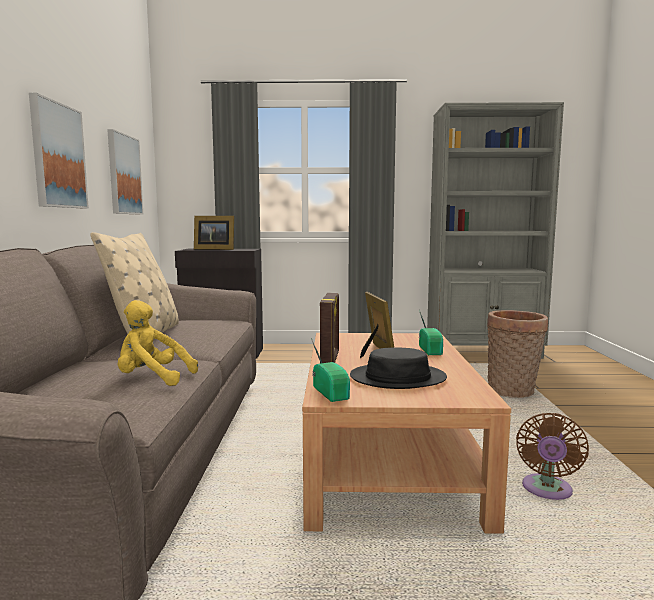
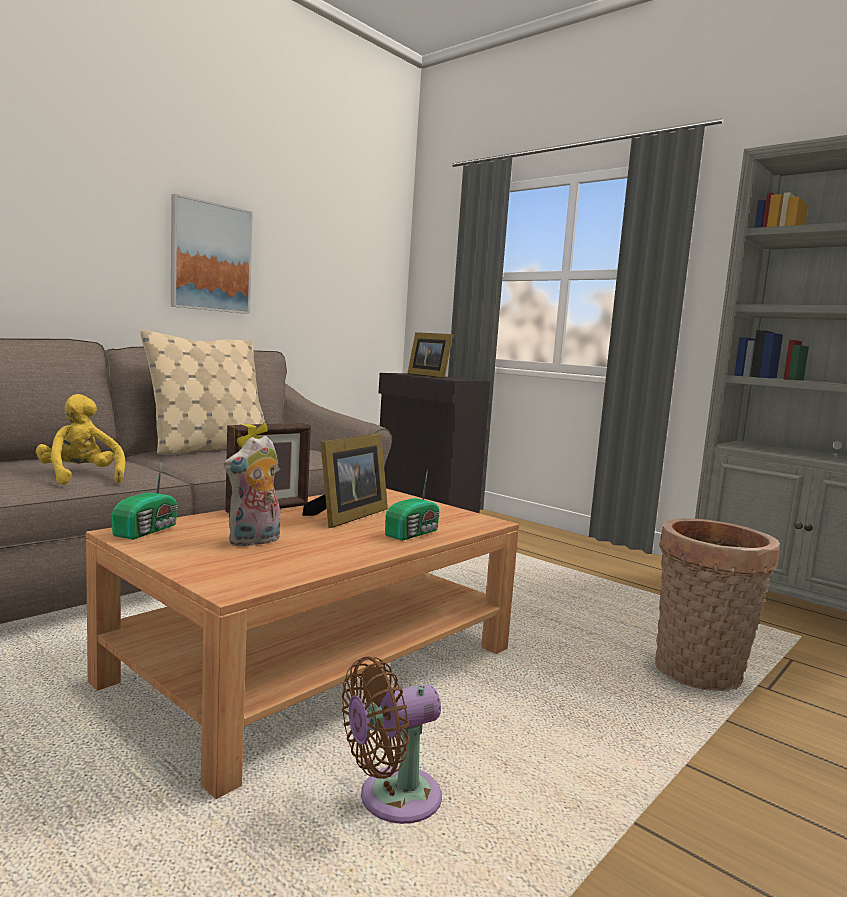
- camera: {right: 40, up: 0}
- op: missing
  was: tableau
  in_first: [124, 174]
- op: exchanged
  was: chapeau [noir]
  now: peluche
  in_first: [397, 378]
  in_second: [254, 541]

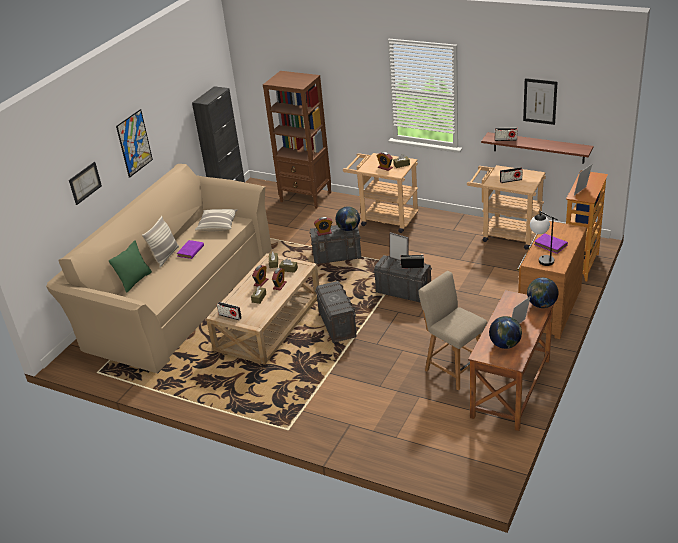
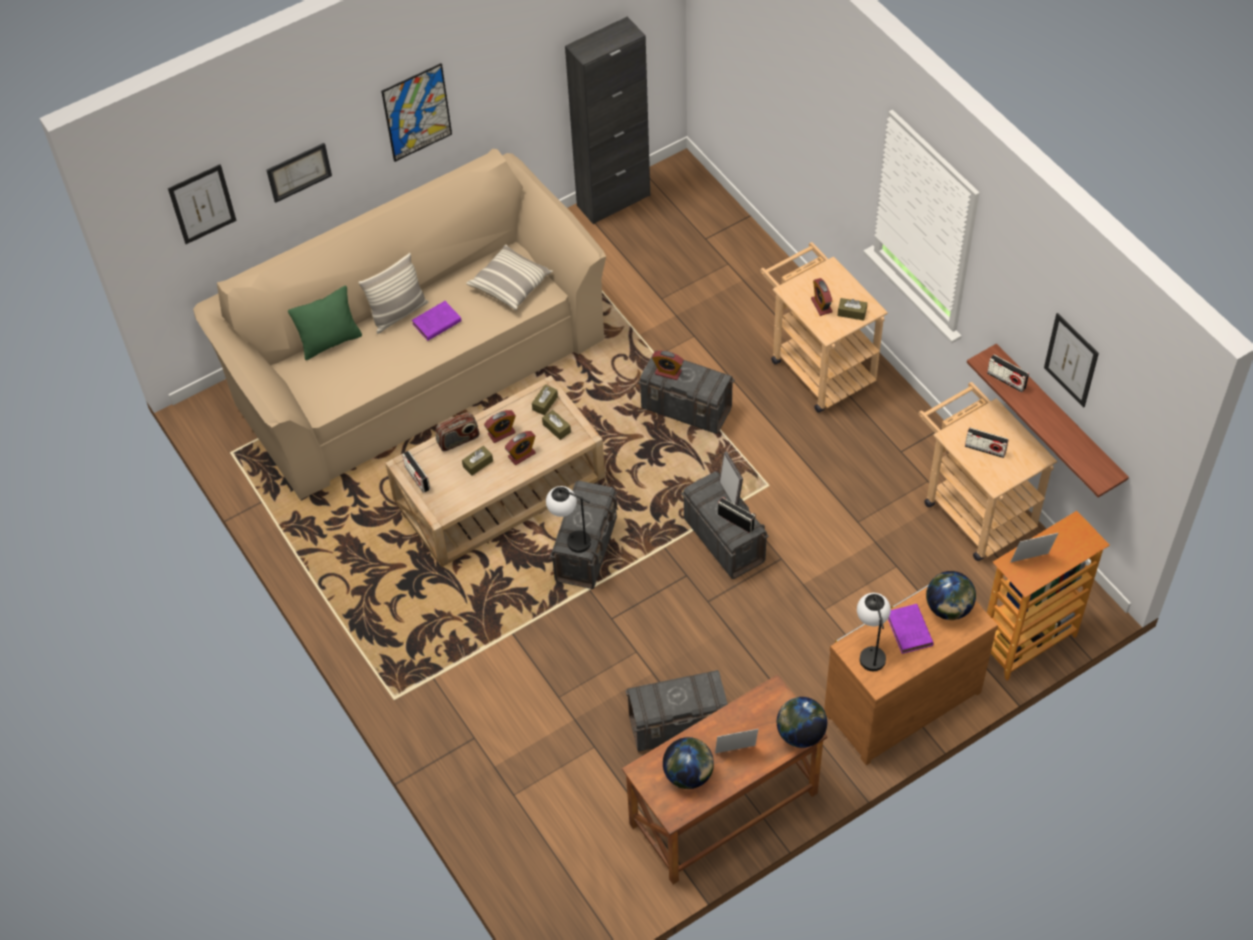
- camera: {right: 30, up: 20}
- op: missing
  was: bibliothèque [marron]
  in_first: [306, 197]
- op: appeared
  now: tableau
  in_second: [202, 204]
- op: appeared
  now: radio
  in_second: [458, 440]
- op: appeared
  now: lampe de table
  in_second: [570, 538]
- op: relocated
  was: globe
  in_first: [348, 229]
  in_second: [948, 608]
- op: exchanged
  was: chaise [beige]
  now: boîte de rangement [gris]
  in_first: [453, 367]
  in_second: [678, 725]

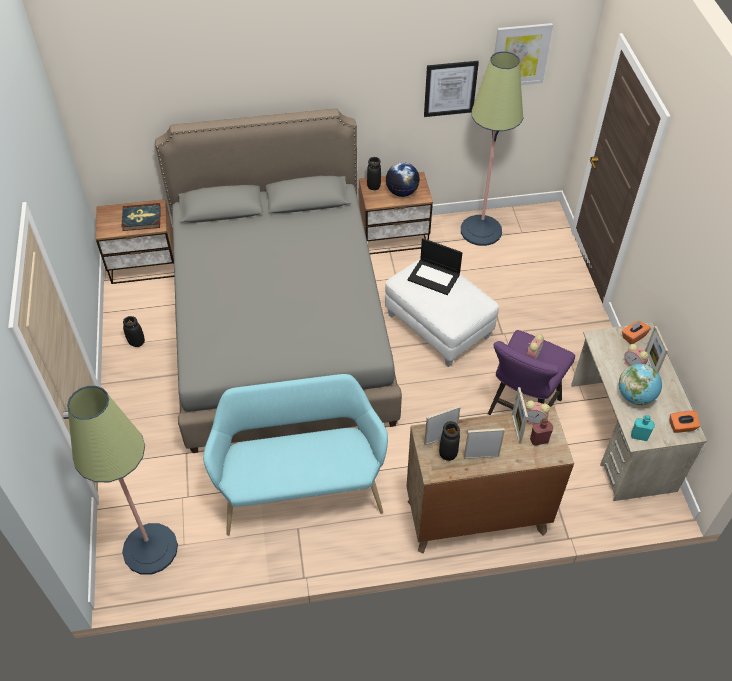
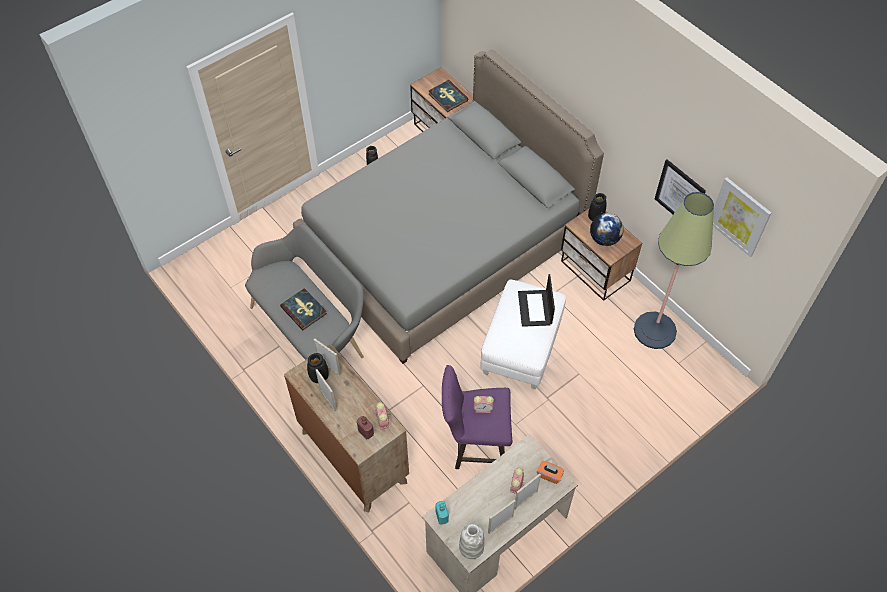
- camera: {right: 60, up: 5}
- op: missing
  was: lampadaire
  in_first: [150, 549]
- op: missing
  was: globe
  in_first: [635, 396]
- op: appeared
  now: livre
  in_second: [304, 310]
- op: relocated
  was: cadre photo
  in_first: [516, 429]
  in_second: [500, 524]
- op: exchanged
  was: boîte à mouchoirs [orange]
  now: vase [blanc]
  in_first: [682, 427]
  in_second: [472, 547]
- op: colour
  was: banc [turquoise]
  now: banc [gris]
  in_first: [300, 488]
  in_second: [312, 331]

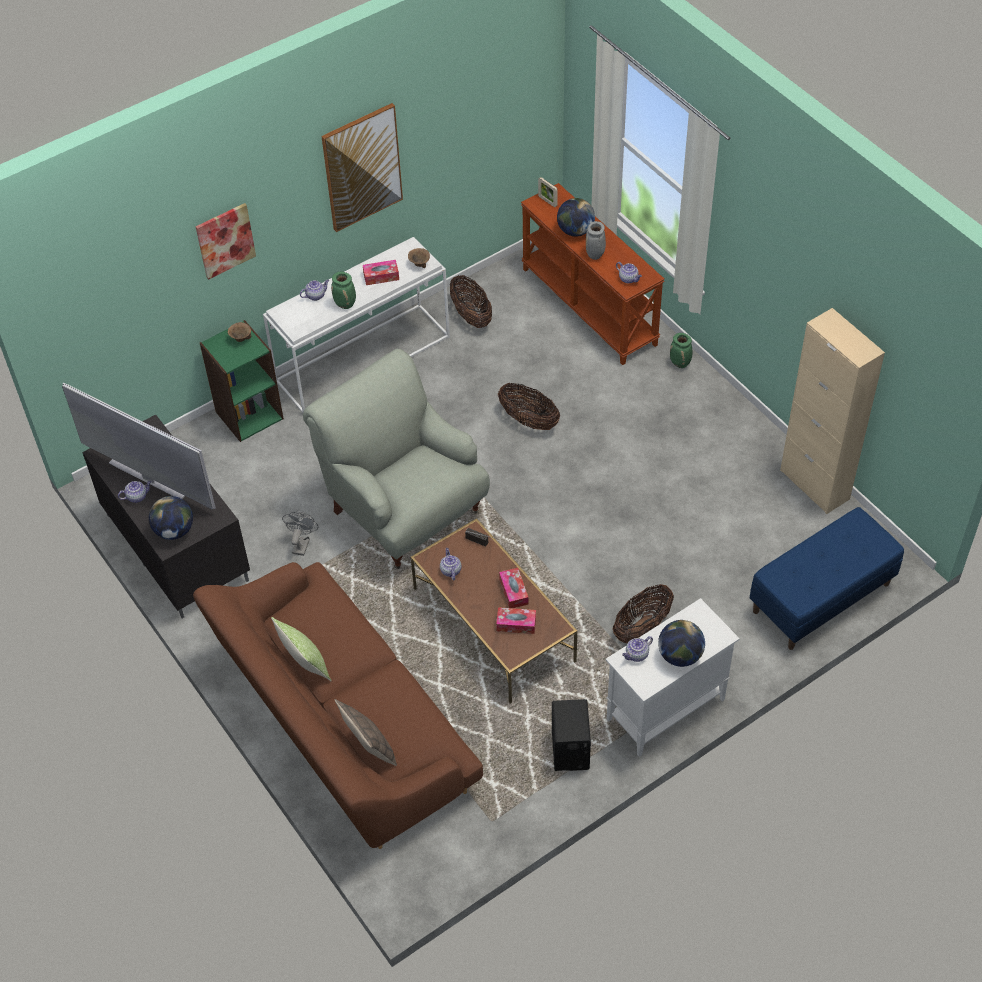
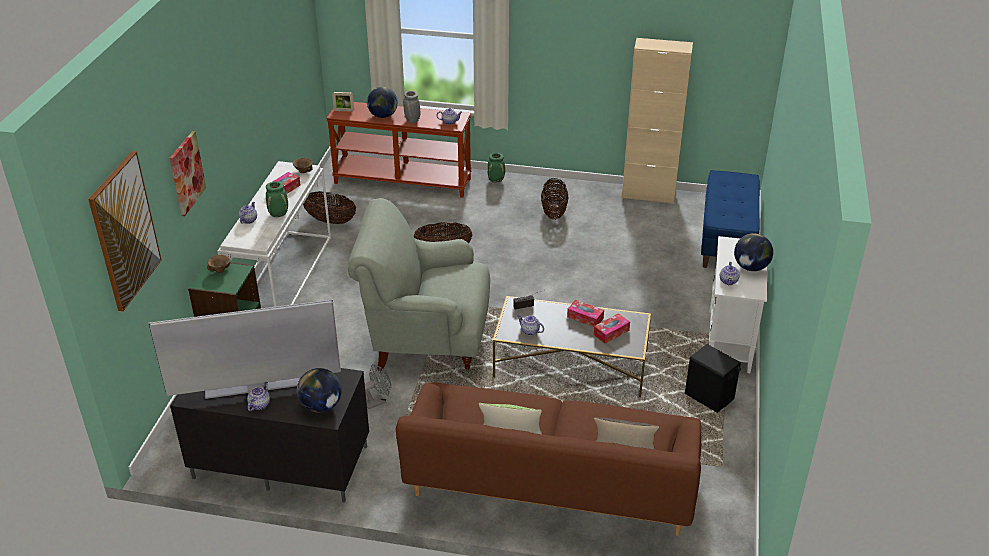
- camera: {right: -45, up: -15}
- op: relocated
  was: tableau
  in_first: [362, 167]
  in_second: [124, 231]
- op: relocated
  was: panier
  in_first: [642, 627]
  in_second: [554, 212]
- op: colour
  was: table basse [marron]
  now: table basse [gris]
  in_first: [493, 625]
  in_second: [570, 364]
- op: spun
  was: ventilateur [gris]
  in_first: [301, 543]
  in_second: [378, 401]
  clockwise: 90

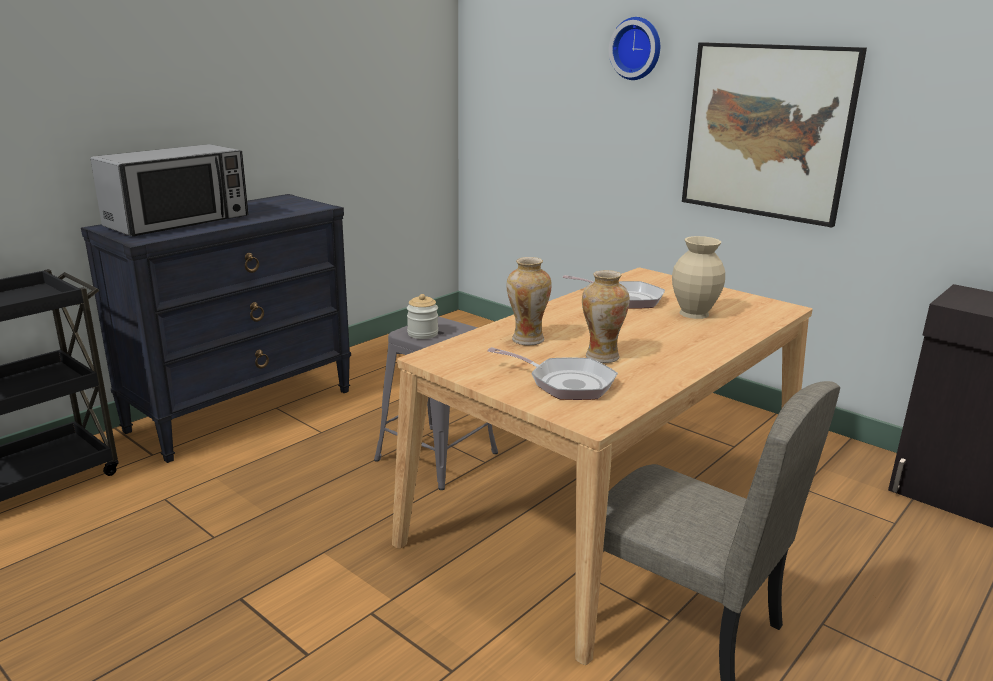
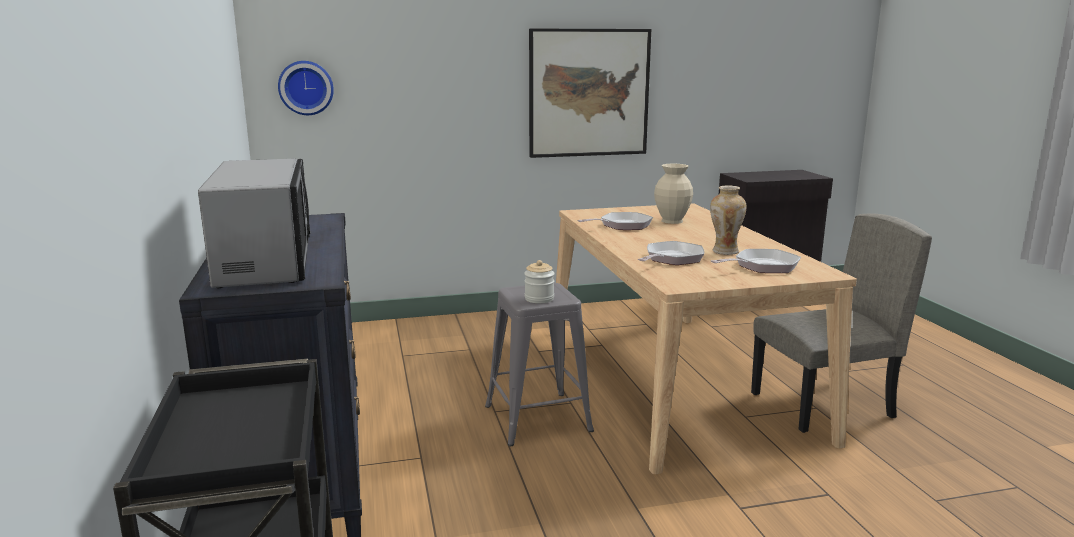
- camera: {right: -55, up: -5}
- op: relocated
  was: horloge murale
  in_first: [637, 48]
  in_second: [306, 88]
- op: exchanged
  was: vase
  now: poêle
  in_first: [526, 340]
  in_second: [671, 259]

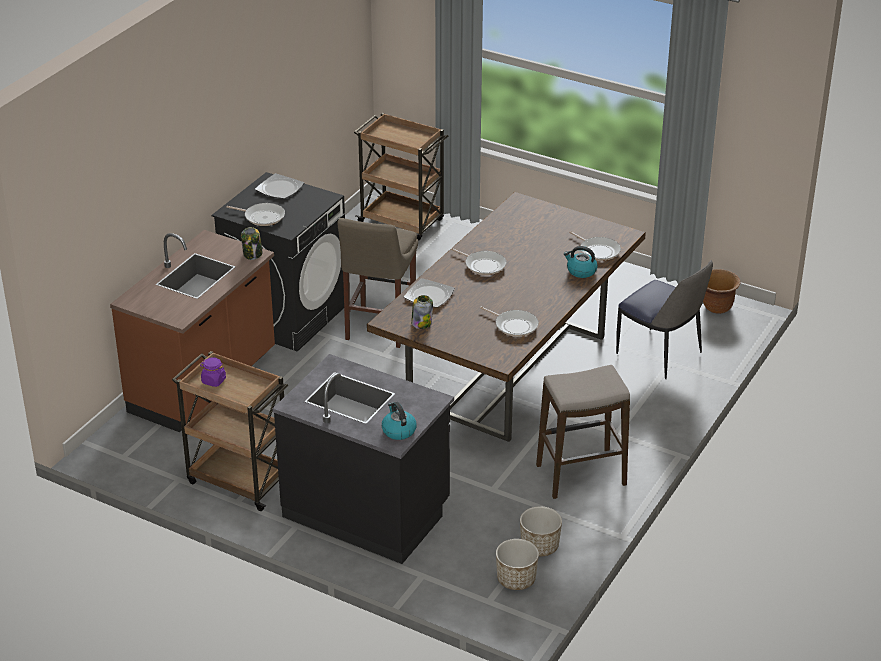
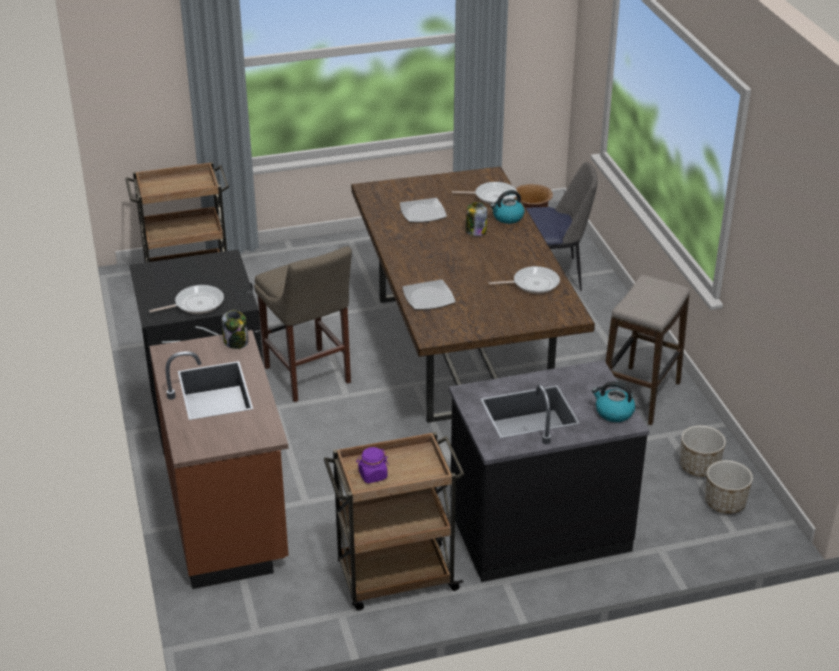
- camera: {right: -45, up: 0}
- op: missing
  was: poêle
  in_first: [483, 265]
- op: relocated
  was: assiette
  in_first: [279, 188]
  in_second: [422, 213]
- op: relocated
  was: bocal
  in_first: [421, 323]
  in_second: [475, 231]

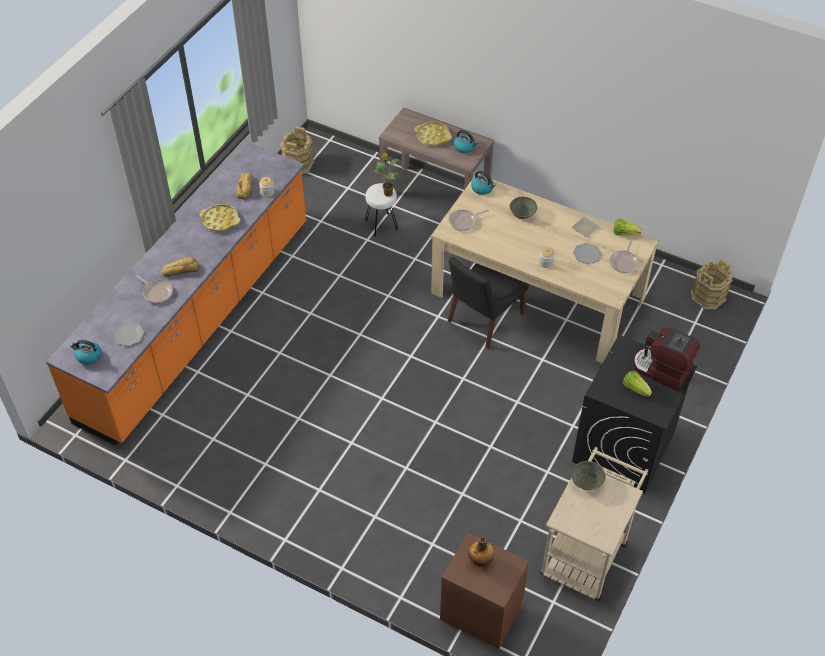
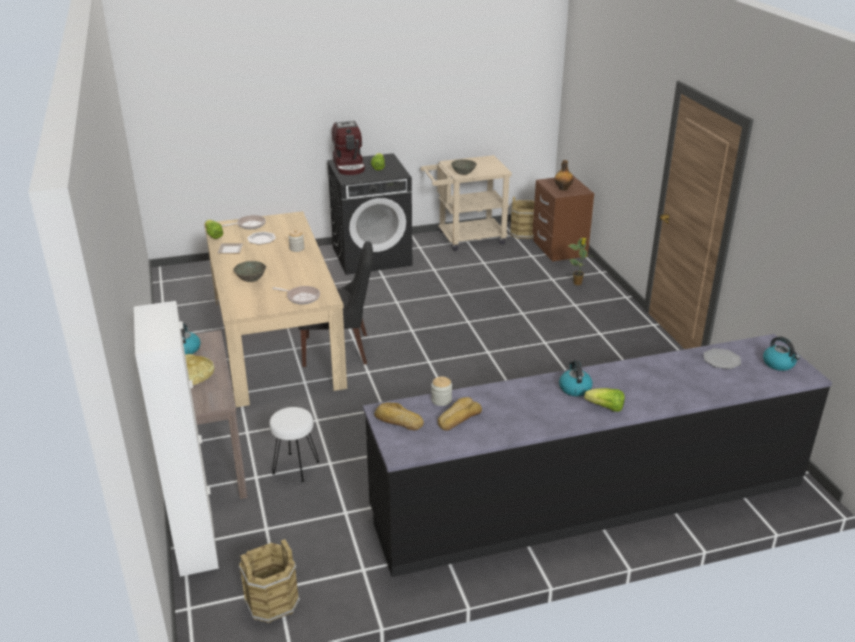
- camera: {right: -135, up: -20}
- op: missing
  was: poêle
  in_first: [157, 292]
- op: missing
  was: plateau [jaune]
  in_first: [220, 220]
- op: appeared
  now: meuble de rangement [blanc]
  in_second: [196, 543]
- op: appeared
  now: laitue
  in_second: [605, 408]
- op: relocated
  was: pain
  in_first: [181, 270]
  in_second: [398, 421]
- op: relocated
  was: plante en pot
  in_first: [387, 193]
  in_second: [577, 283]
- op: relocated
  was: bouilloire
  in_first: [482, 188]
  in_second: [574, 388]
- op: relocated
  was: seau [marron]
  in_first: [708, 297]
  in_second: [523, 232]
- op: colour
  was: comptoir de cuisine [orange]
  now: comptoir de cuisine [noir]
  in_first: [198, 320]
  in_second: [589, 498]

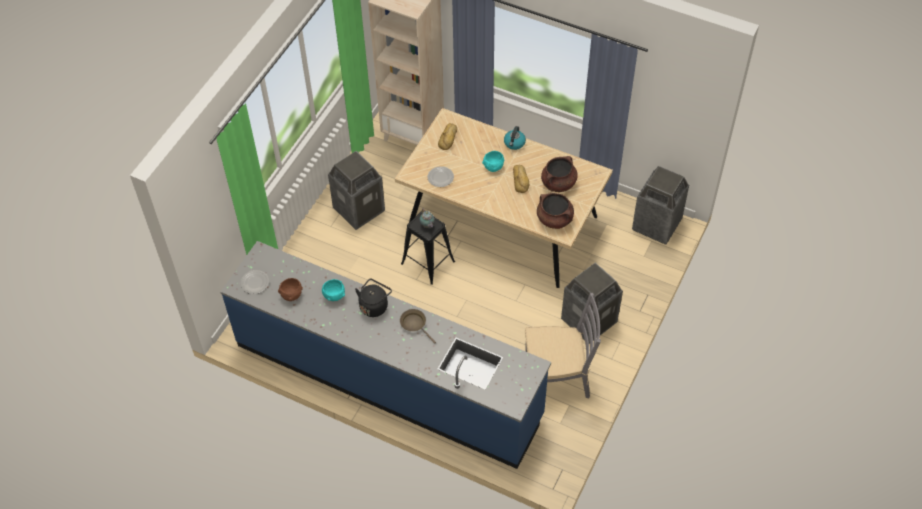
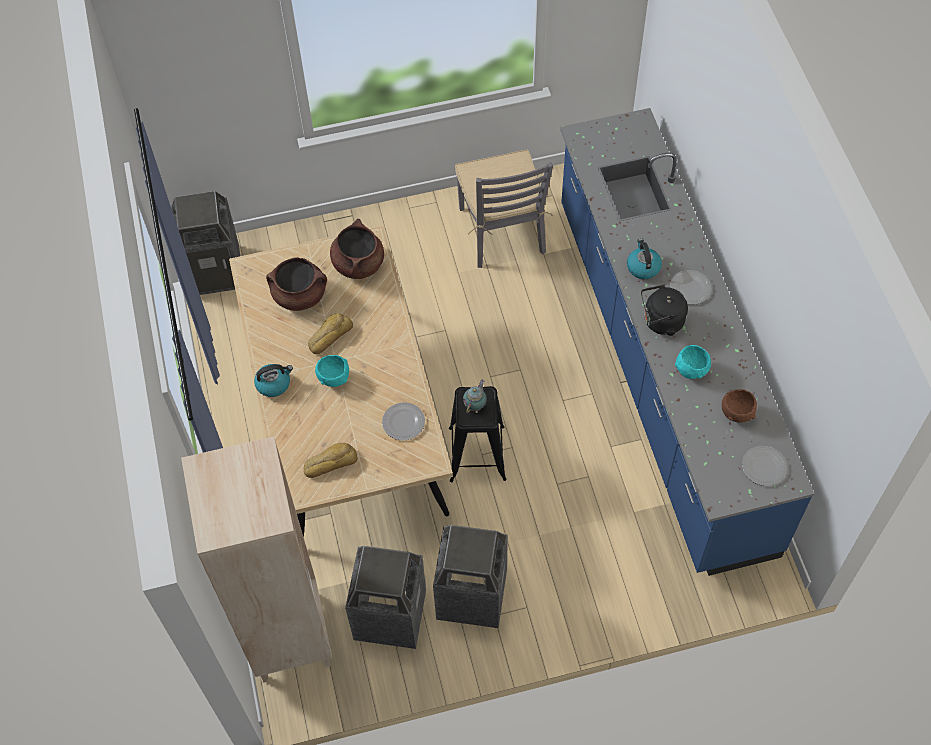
- camera: {right: -130, up: 5}
- op: appeared
  now: assiette
  in_second: [690, 288]
- op: relocated
  was: poubelle
  in_first: [589, 321]
  in_second: [389, 616]
- op: exchanged
  was: poêle [marron]
  now: bouilloire
  in_first: [415, 324]
  in_second: [643, 267]
- op: spun
  was: chaise [gris]
  in_first: [558, 376]
  in_second: [502, 231]
  clockwise: -150

